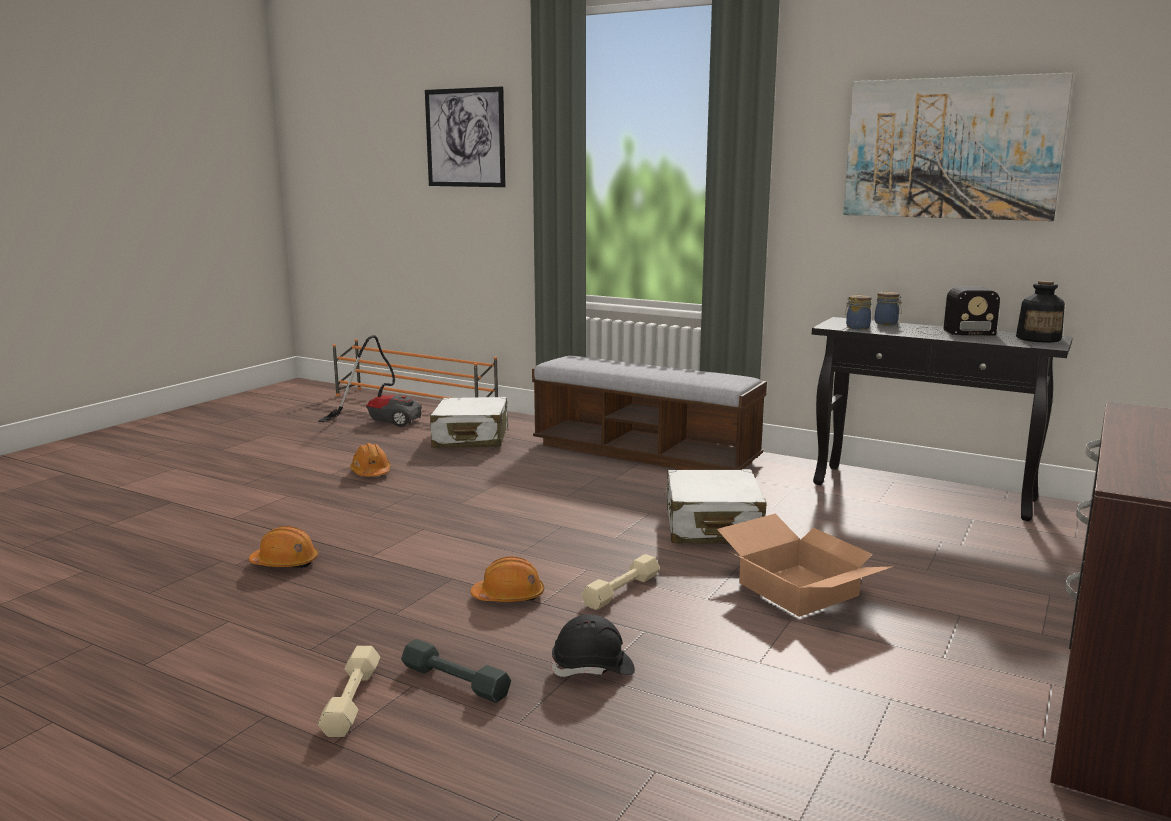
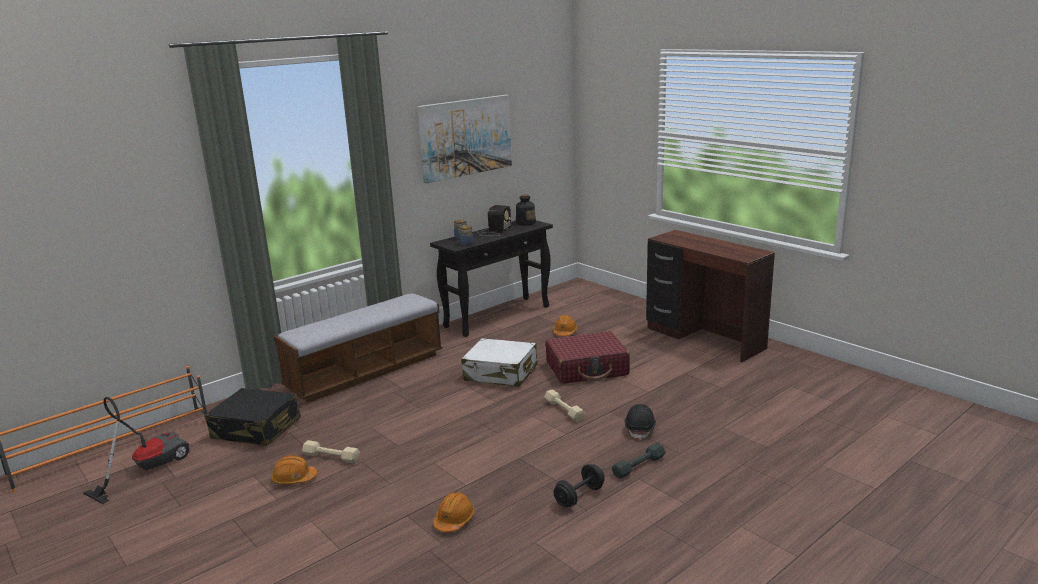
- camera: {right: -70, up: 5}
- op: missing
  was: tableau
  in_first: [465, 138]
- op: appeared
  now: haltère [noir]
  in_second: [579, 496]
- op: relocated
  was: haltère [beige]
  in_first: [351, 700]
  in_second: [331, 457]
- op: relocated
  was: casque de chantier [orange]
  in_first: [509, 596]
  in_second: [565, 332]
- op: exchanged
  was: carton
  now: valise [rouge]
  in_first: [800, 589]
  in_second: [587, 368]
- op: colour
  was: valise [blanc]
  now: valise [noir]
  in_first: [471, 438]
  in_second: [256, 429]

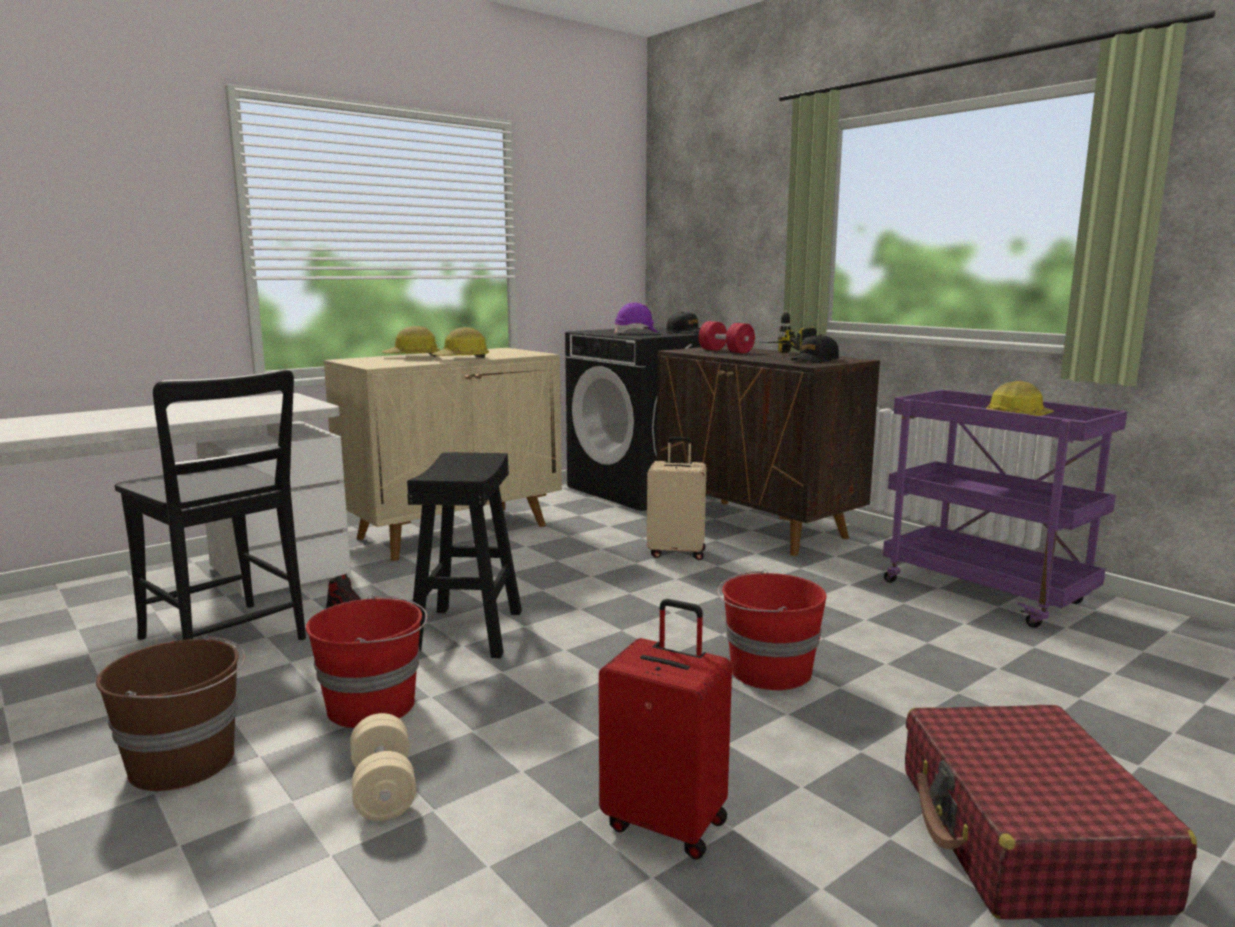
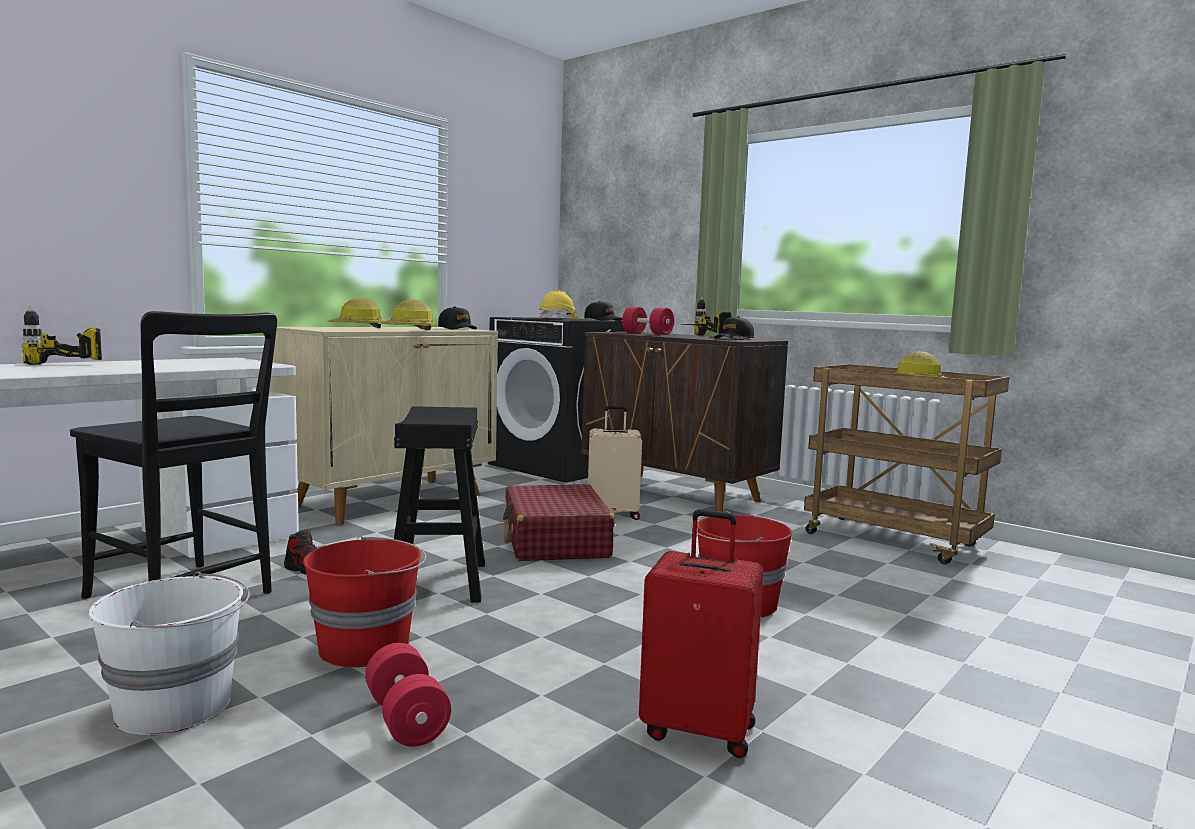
- camera: {right: -10, up: -5}
- op: appeared
  now: perceuse
  in_second: [64, 366]
- op: appeared
  now: casquette [noir]
  in_second: [457, 328]
- op: relocated
  was: valise [rouge]
  in_first: [1025, 837]
  in_second: [555, 541]
- op: colour
  was: seau [marron]
  now: seau [blanc]
  in_first: [184, 762]
  in_second: [177, 706]
- op: colour
  was: haltère [beige]
  now: haltère [rouge]
  in_first: [383, 790]
  in_second: [406, 719]
- op: colour
  was: casque de chantier [violet]
  now: casque de chantier [jaune]
  in_first: [636, 333]
  in_second: [559, 319]
- op: colour
  was: chariot [violet]
  now: chariot [marron]
  in_first: [987, 593]
  in_second: [895, 540]

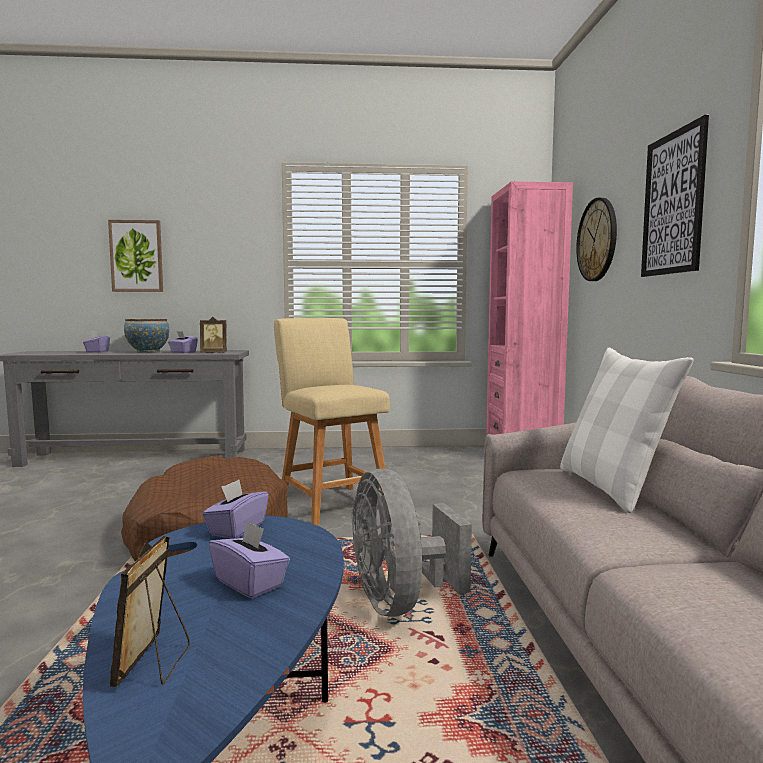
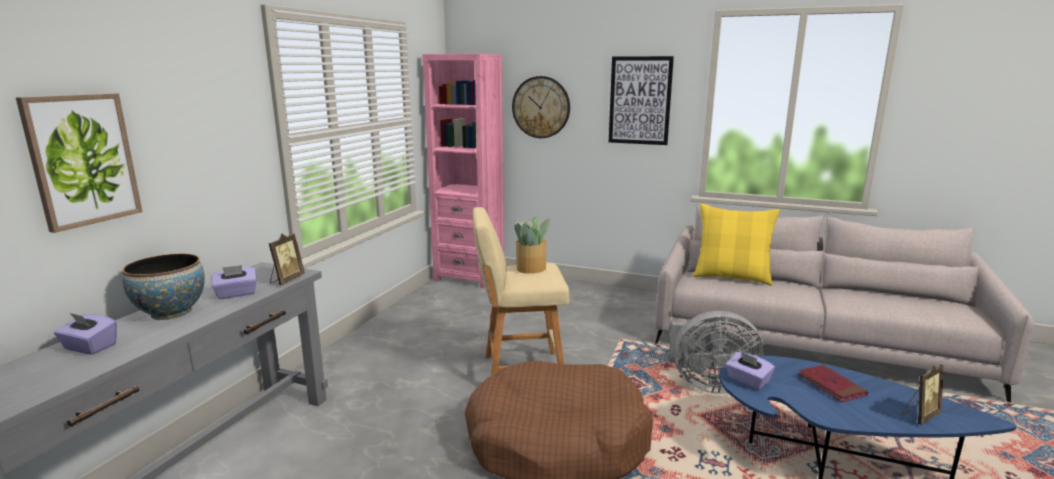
- camera: {right: -65, up: 10}
- op: appeared
  now: plante en pot
  in_second: [532, 268]
- op: exchanged
  was: boîte à mouchoirs [violet]
  now: livre [rouge]
  in_first: [250, 583]
  in_second: [831, 386]
- op: colour
  was: coussin [blanc]
  now: coussin [jaune]
  in_first: [611, 488]
  in_second: [731, 277]
- op: spun
  was: cadre photo
  in_first: [155, 664]
  in_second: [919, 415]
  clockwise: -60

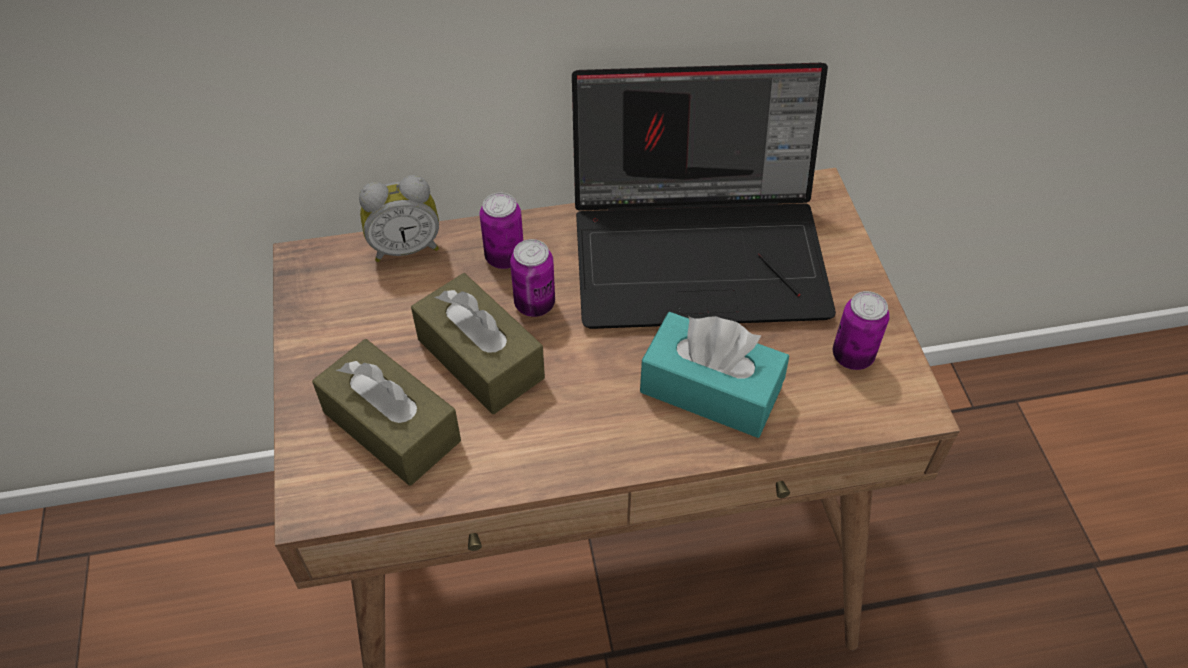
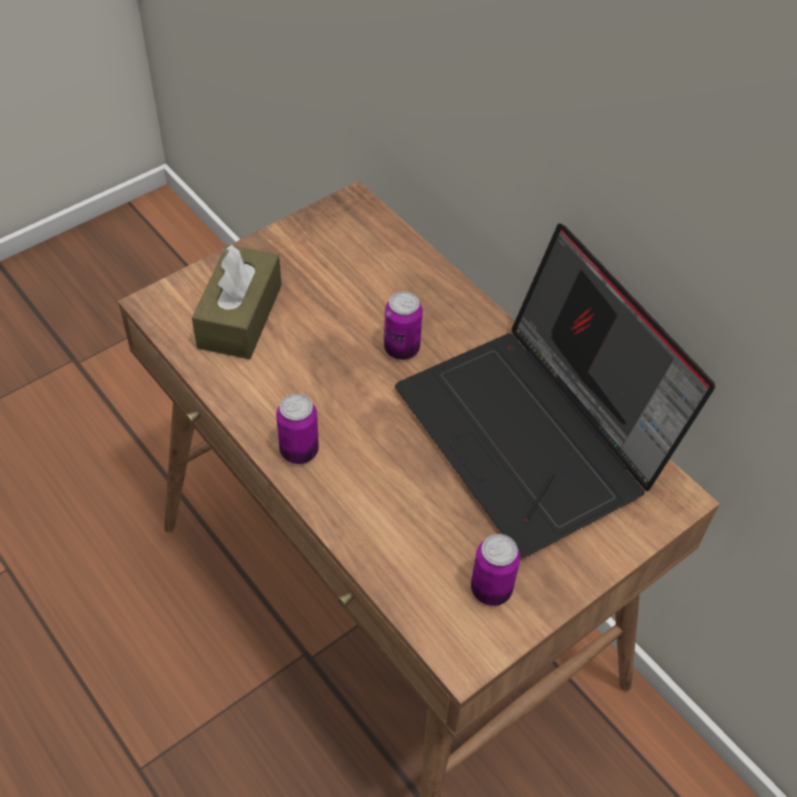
- camera: {right: 60, up: 0}
- op: missing
  was: réveil
  in_first: [405, 247]
- op: missing
  was: boîte à mouchoirs [marron]
  in_first: [480, 358]
- op: missing
  was: boîte à mouchoirs [turquoise]
  in_first: [710, 390]
- op: relocated
  was: boîte métallique
  in_first: [504, 257]
  in_second: [299, 451]

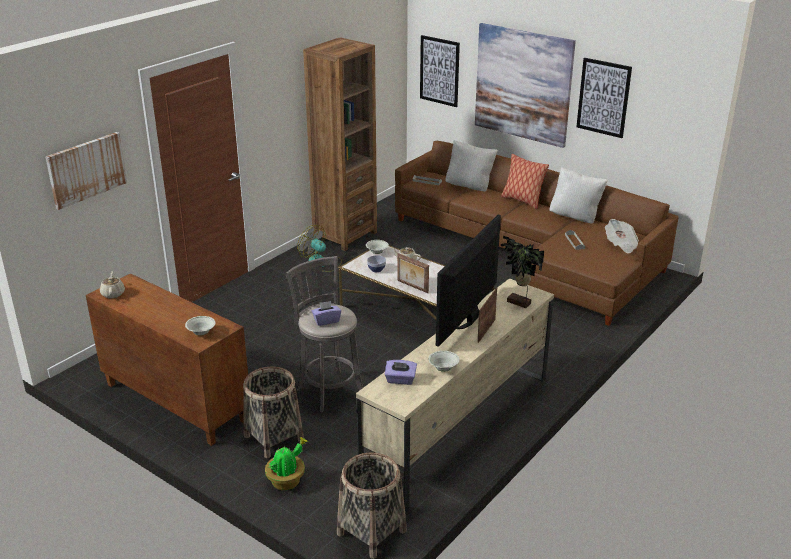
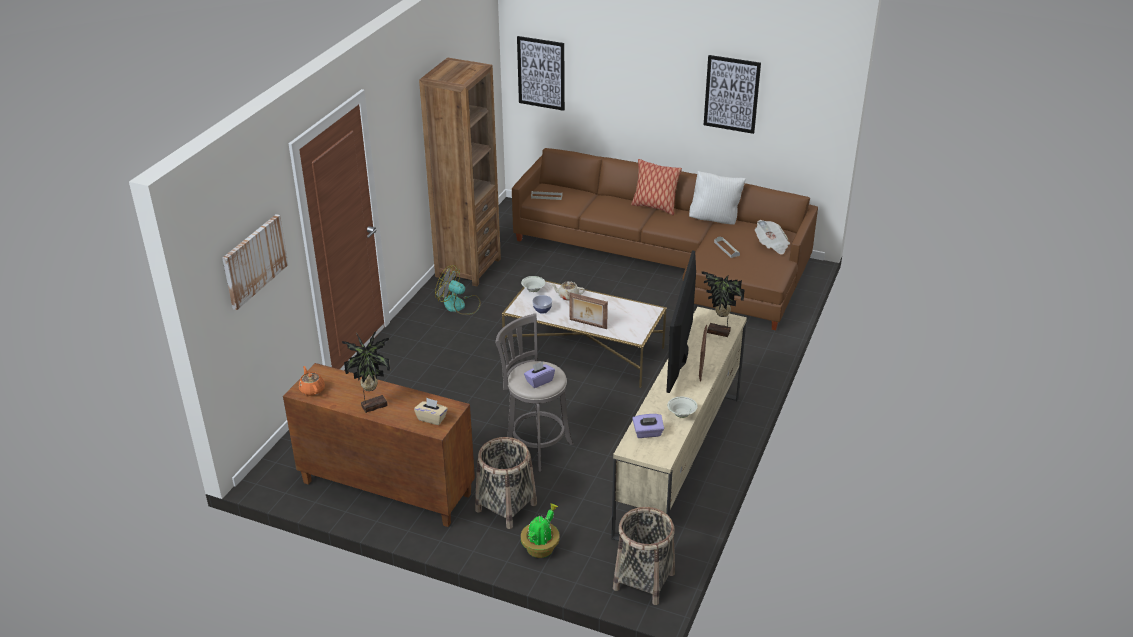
- camera: {right: -15, up: 5}
- op: missing
  was: coussin [blanc]
  in_first: [470, 187]
- op: missing
  was: tableau
  in_first: [523, 84]
- op: appeared
  now: plante en pot
  in_second: [373, 405]
- op: exchanged
  was: bol [blanc]
  now: boîte à mouchoirs [beige]
  in_first: [201, 333]
  in_second: [432, 418]
- op: colour
  was: théière [beige]
  now: théière [orange]
  in_first: [113, 293]
  in_second: [312, 389]

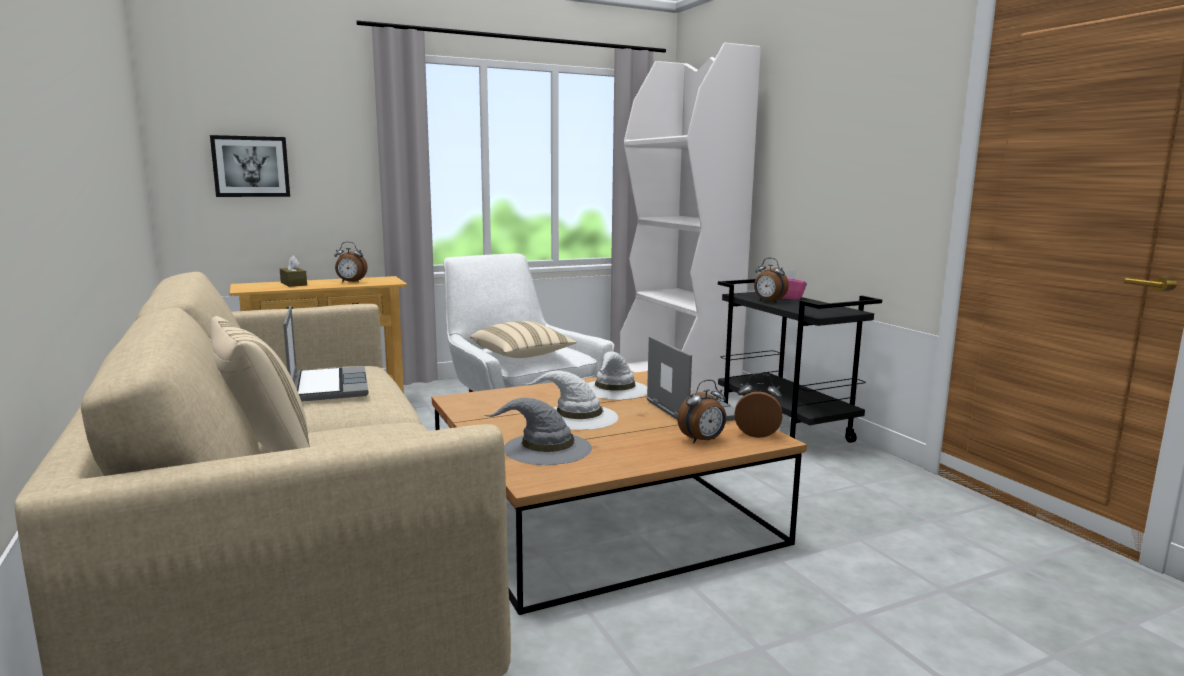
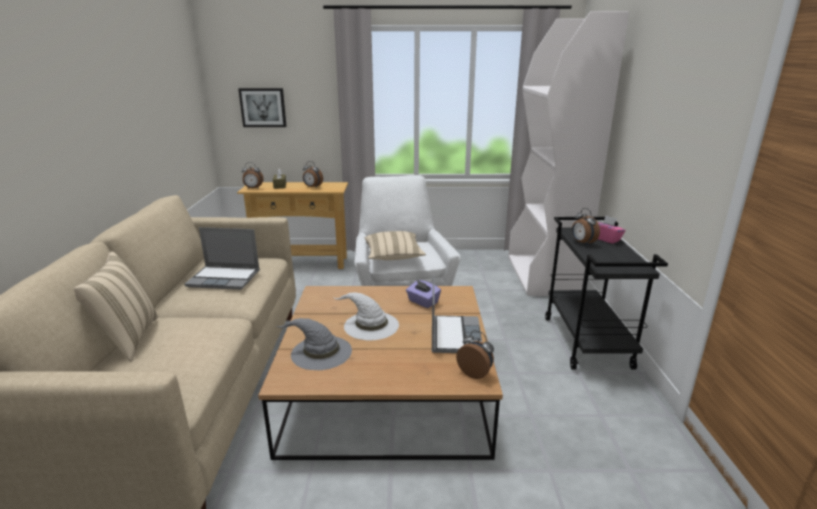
- camera: {right: 25, up: 10}
- op: relocated
  was: réveil
  in_first: [703, 440]
  in_second: [253, 188]
- op: exchanged
  was: chapeau [blanc]
  now: boîte à mouchoirs [violet]
  in_first: [615, 390]
  in_second: [422, 302]
- op: spun
  was: ordinateur portable
  in_first: [327, 386]
  in_second: [225, 278]
  clockwise: 90

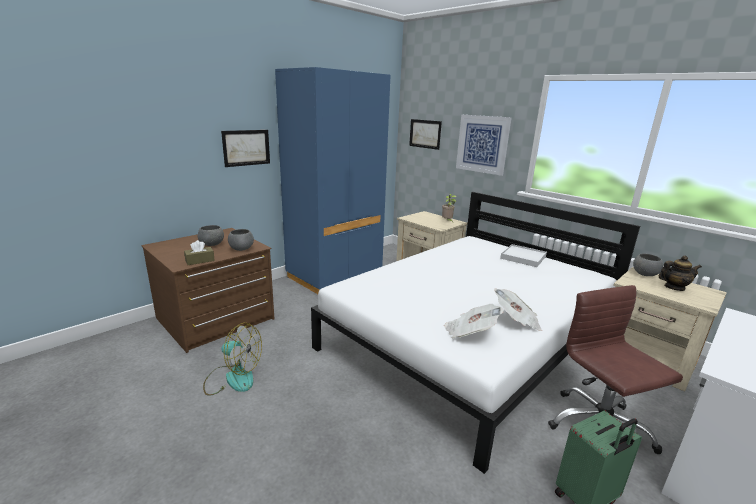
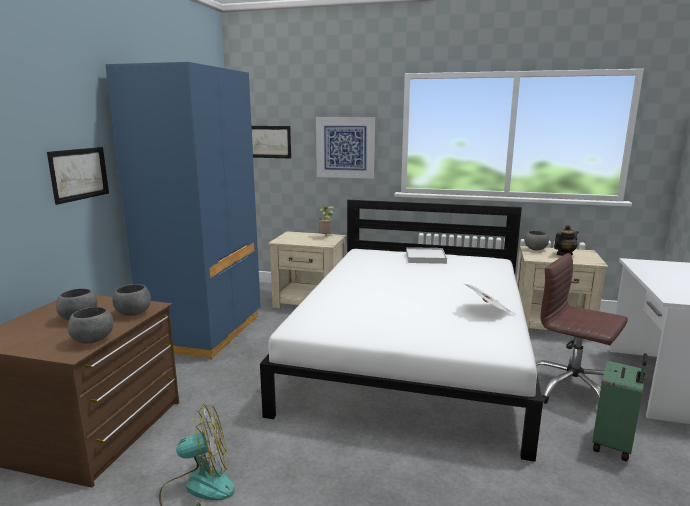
- camera: {right: -30, up: -5}
- op: missing
  was: journal
  in_first: [470, 333]
- op: exchanged
  was: boîte à mouchoirs [marron]
  now: bol [gris]
  in_first: [200, 261]
  in_second: [93, 340]

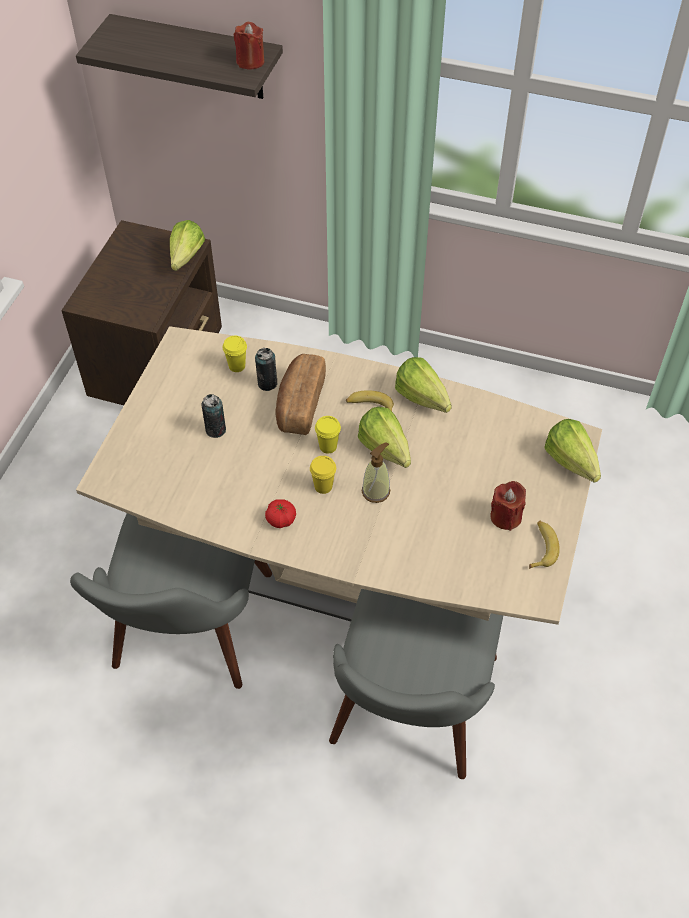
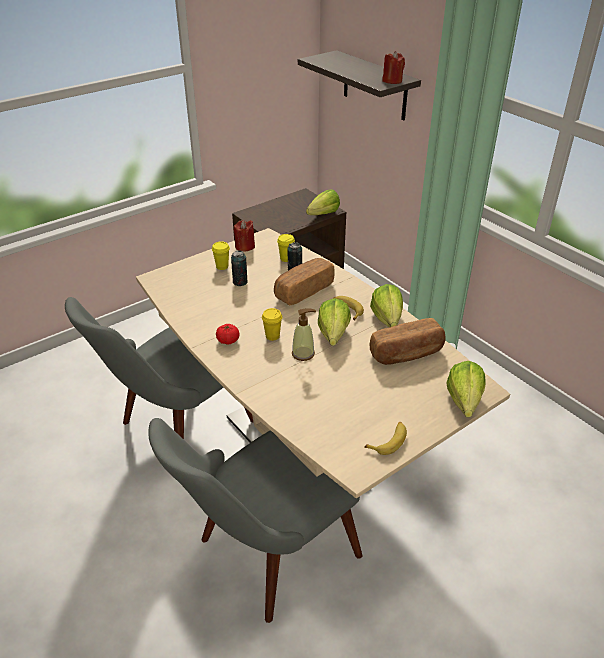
- camera: {right: 35, up: -15}
- op: appeared
  now: pain
  in_second: [407, 354]
- op: relocated
  was: tasse [jaune]
  in_first: [328, 446]
  in_second: [222, 266]
- op: relocated
  was: bougie [rouge]
  in_first: [505, 517]
  in_second: [245, 246]

